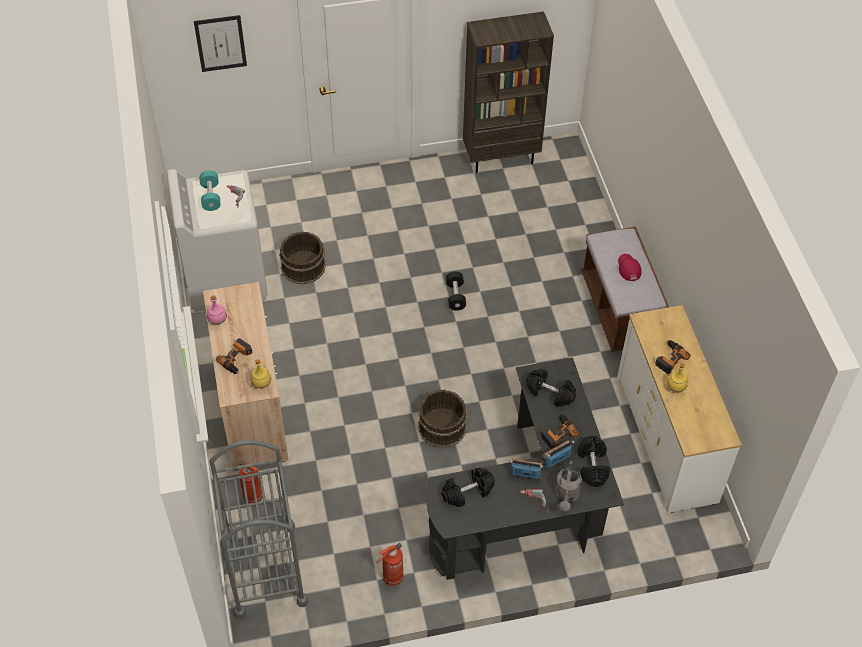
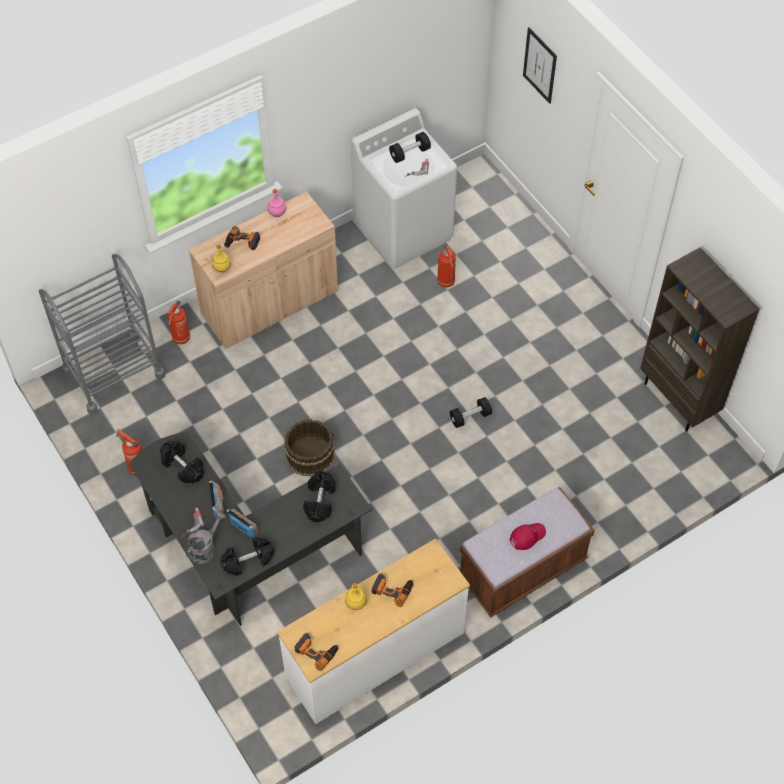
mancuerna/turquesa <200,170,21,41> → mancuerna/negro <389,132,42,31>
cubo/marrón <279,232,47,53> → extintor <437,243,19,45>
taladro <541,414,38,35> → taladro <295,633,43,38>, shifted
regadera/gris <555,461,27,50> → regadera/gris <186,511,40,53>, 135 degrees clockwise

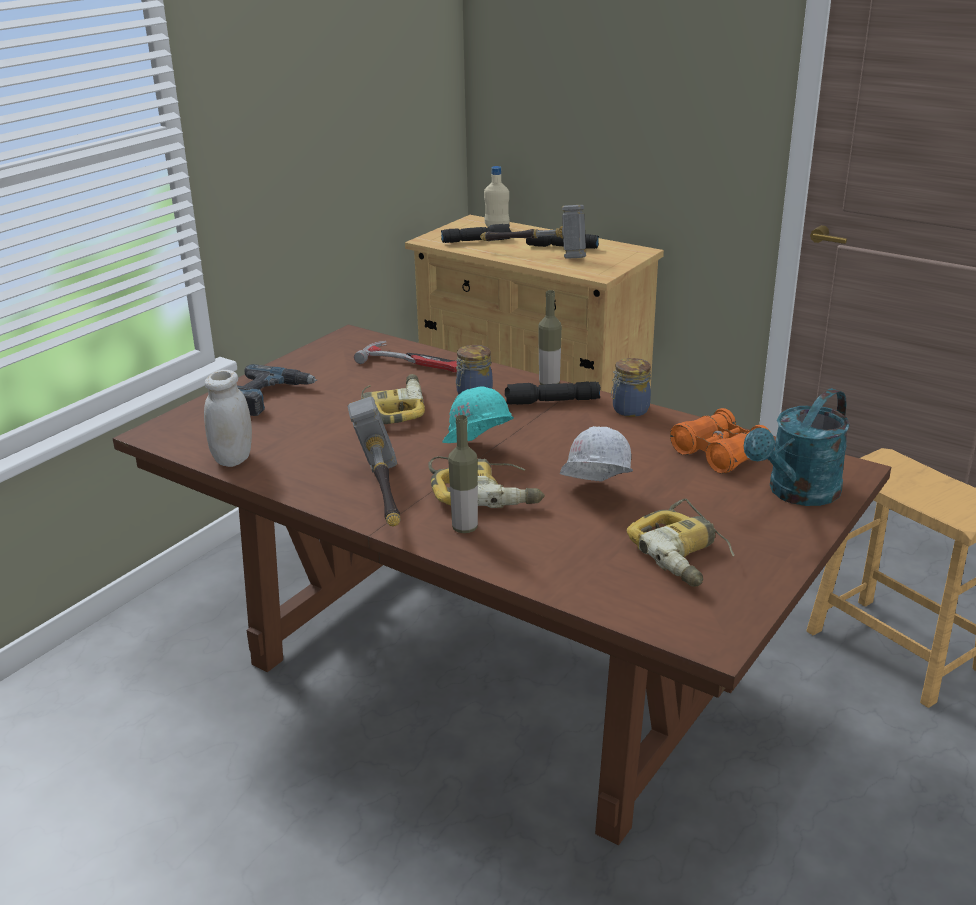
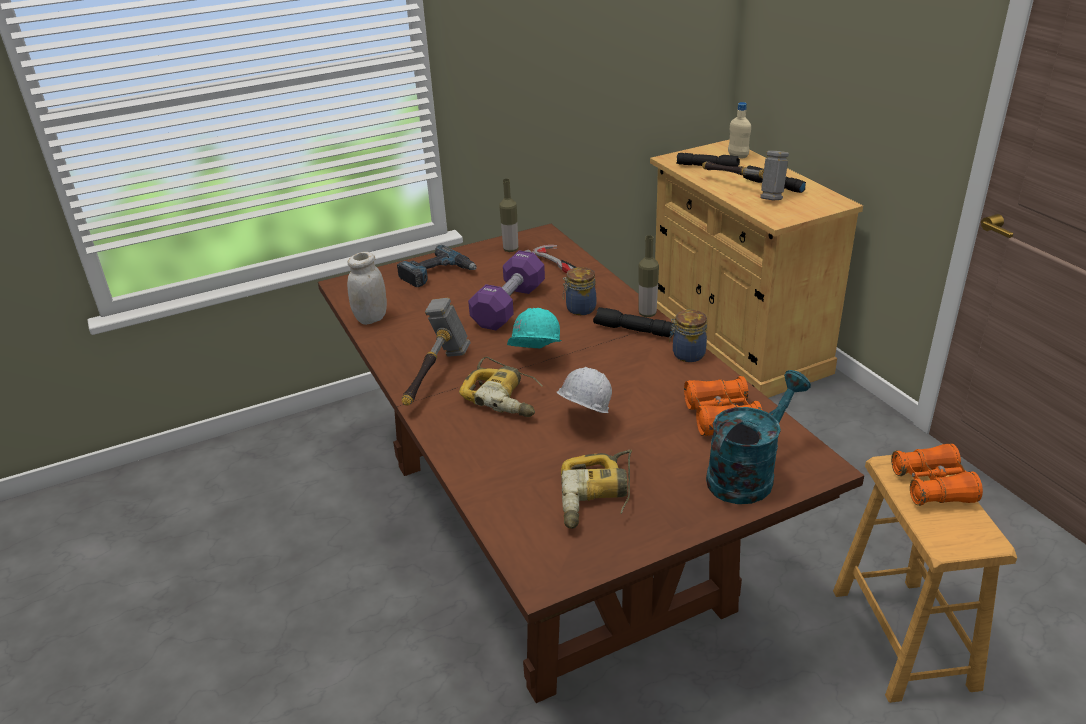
taladro <361,374,64,50> → mancuerna/morado <468,250,77,80>
regadera/turquesa <744,388,106,118> → regadera/turquesa <706,370,105,134>, 150 degrees clockwise
botella <448,415,30,118> → botella <499,179,19,73>, shifted
- → prismáticos/naranja <891,444,92,62>

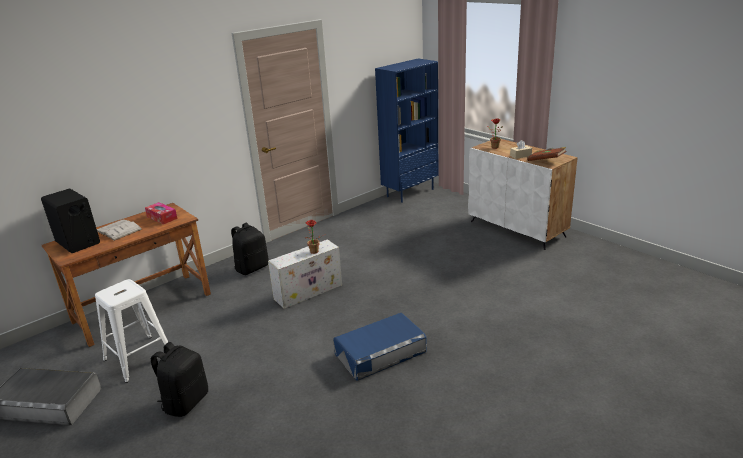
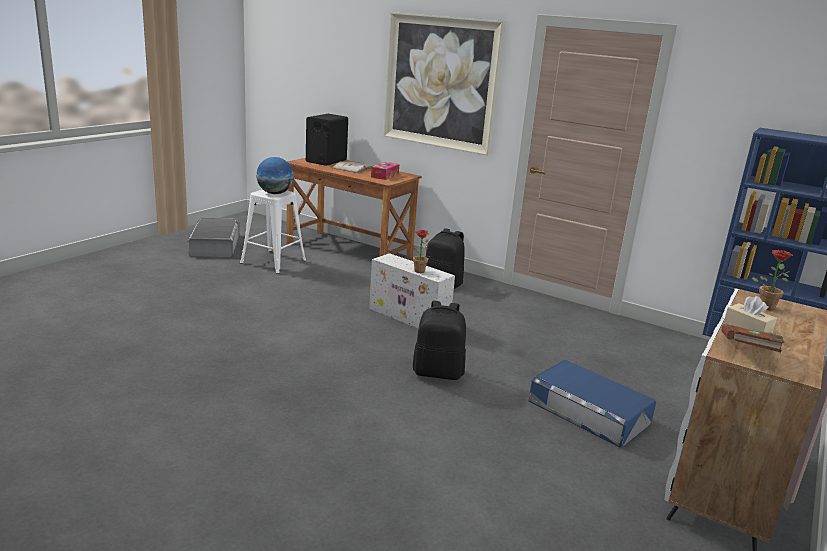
caja de almacenaje/azul <333,313,94,68> → caja de almacenaje/azul <529,360,127,88>, shifted
mochila/negro <151,342,57,75> → mochila/negro <413,301,53,79>, shifted
- → cuadro <383,12,122,144>
- → globo terráqueo <256,157,38,37>

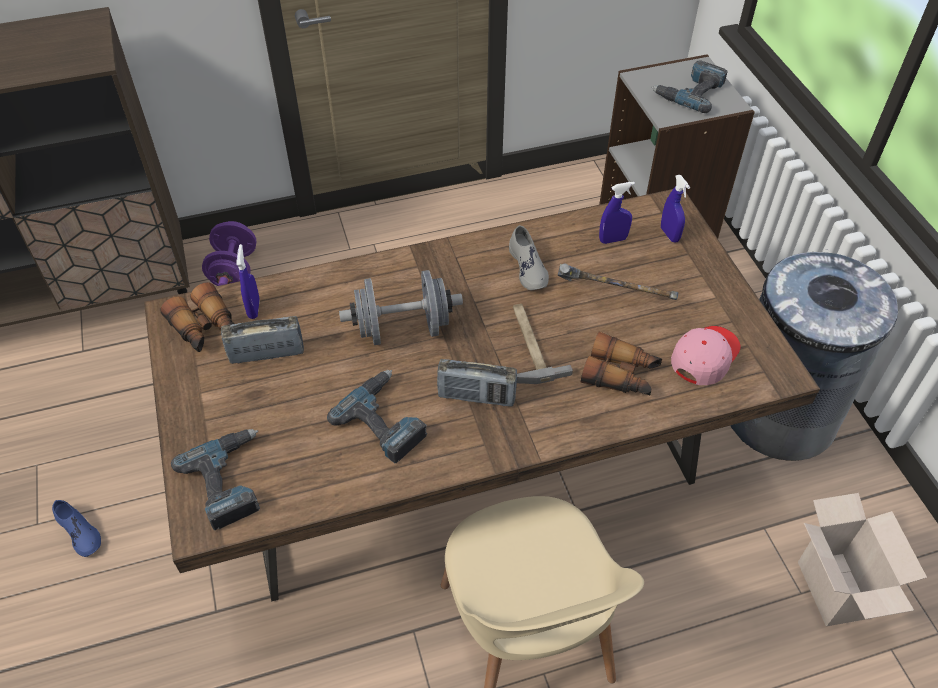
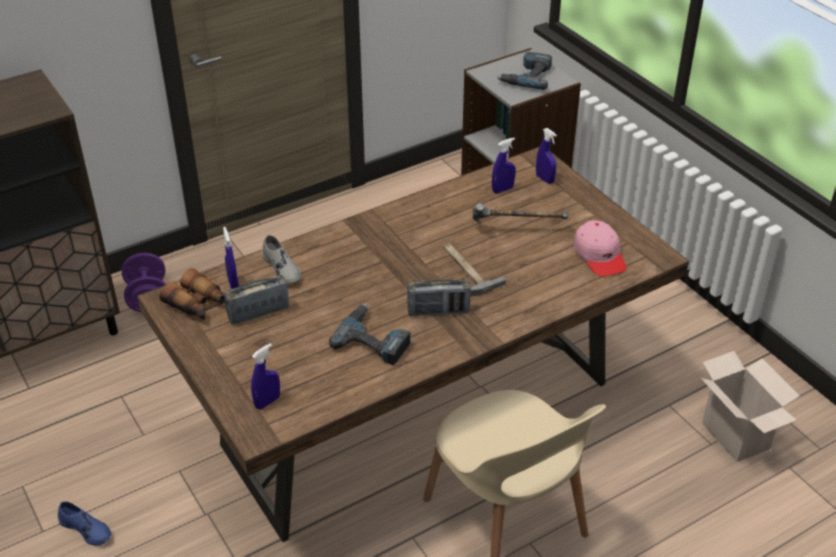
zapato/gris <509,225,40,65> → zapato/gris <262,235,39,50>, shifted
papelera/gris <730,249,168,212> → -
mancuerna/gris <339,270,124,75> → -
gorra/rosa <671,326,70,59> → gorra/rosa <574,220,53,56>, 135 degrees clockwise
prismáticos <581,331,81,64> → -
taladro <171,429,89,101> → pulverizador/azul <251,343,29,66>

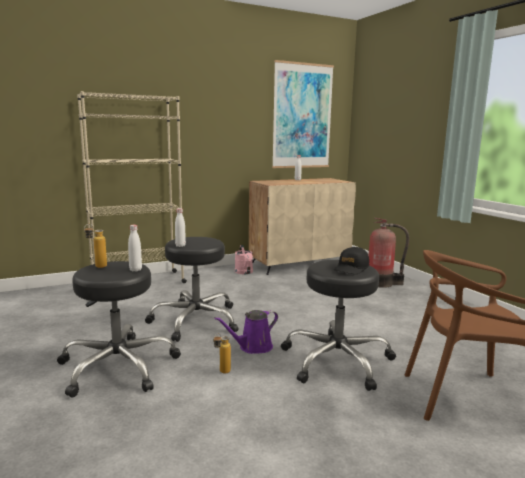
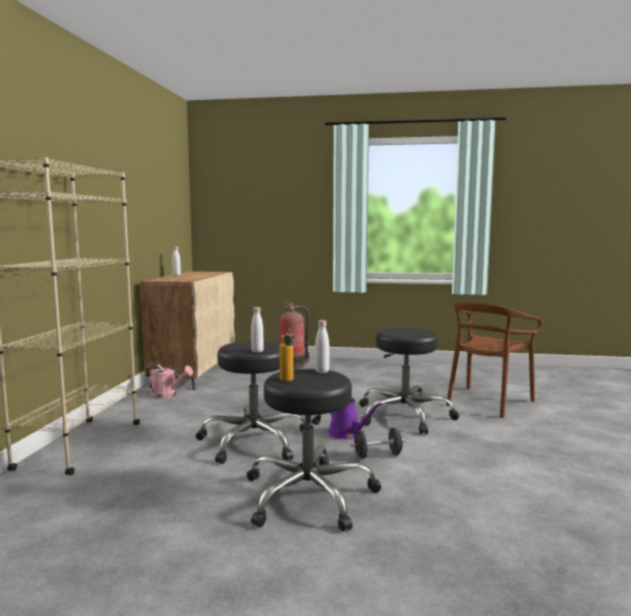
cuadro <272,60,62,108> → -
gorra/negro <334,247,35,27> → -
regadera/morado <214,310,64,44> → regadera/morado <328,398,54,42>, 45 degrees counterclockwise
botella <213,333,18,41> → mancuerna/negro <350,428,55,31>

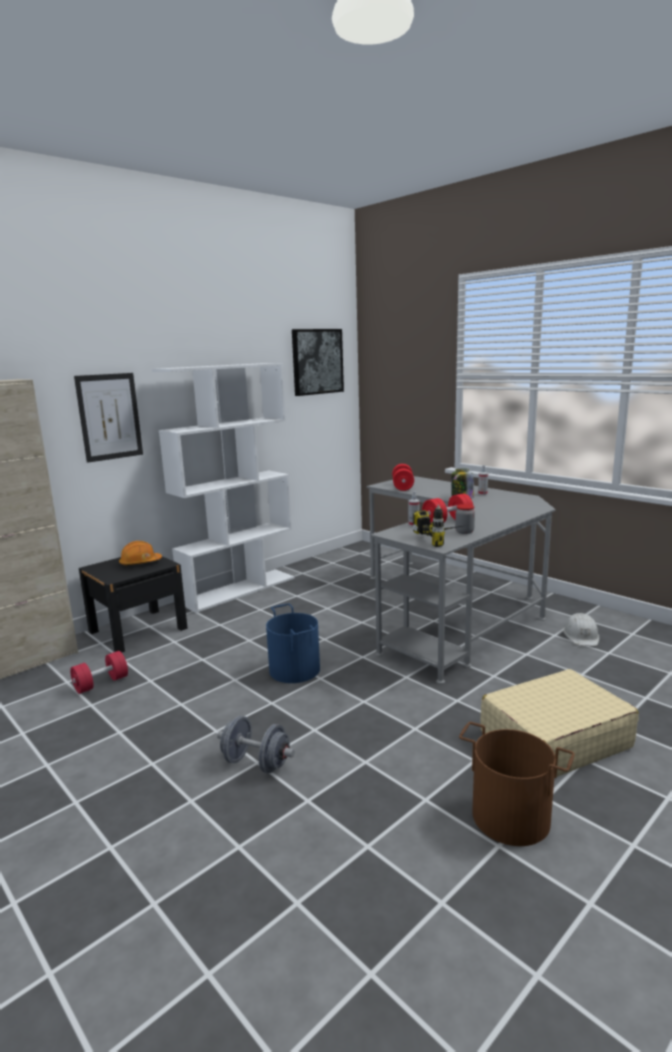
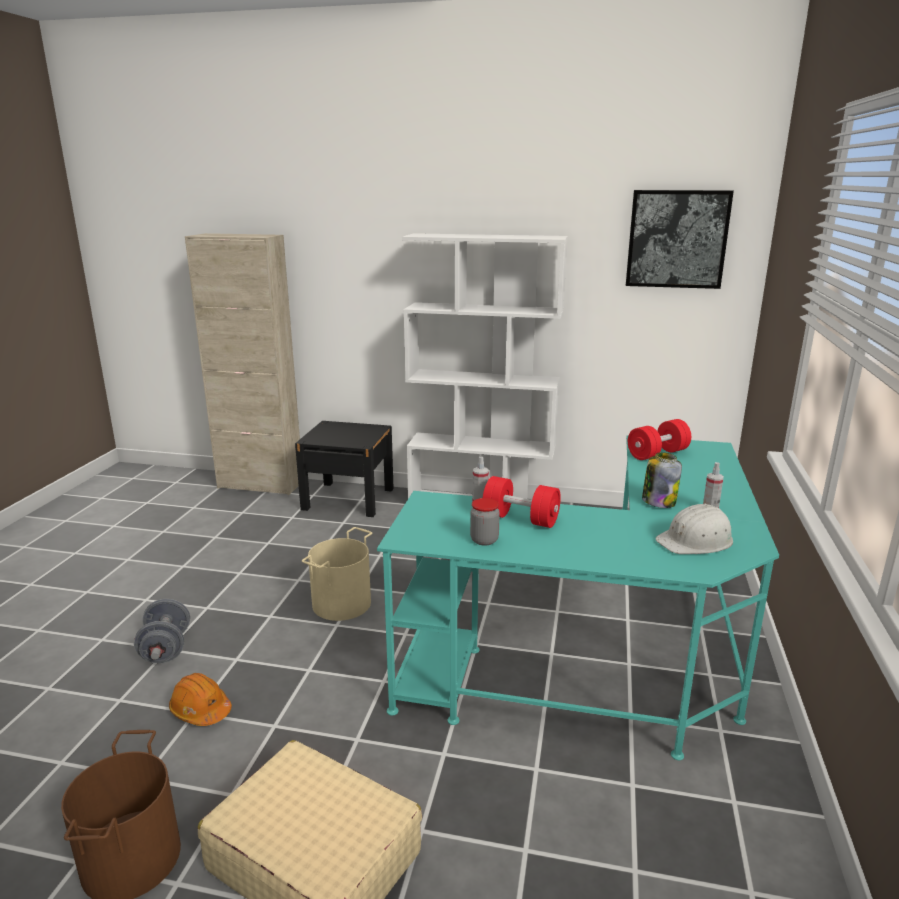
cuadro <74,373,69,90> → -
escritorio/gris <366,476,189,208> → escritorio/turquesa <377,436,402,324>
taladro <413,504,49,43> → -
casco/naranja <119,541,43,26> → casco/naranja <169,673,63,53>, shifted
cubo/azul <266,603,54,80> → cubo/beis <302,527,70,94>
casco/blanco <563,613,36,33> → casco/blanco <655,504,78,50>, shifted
mancuerna/rojo <70,651,58,43> → -

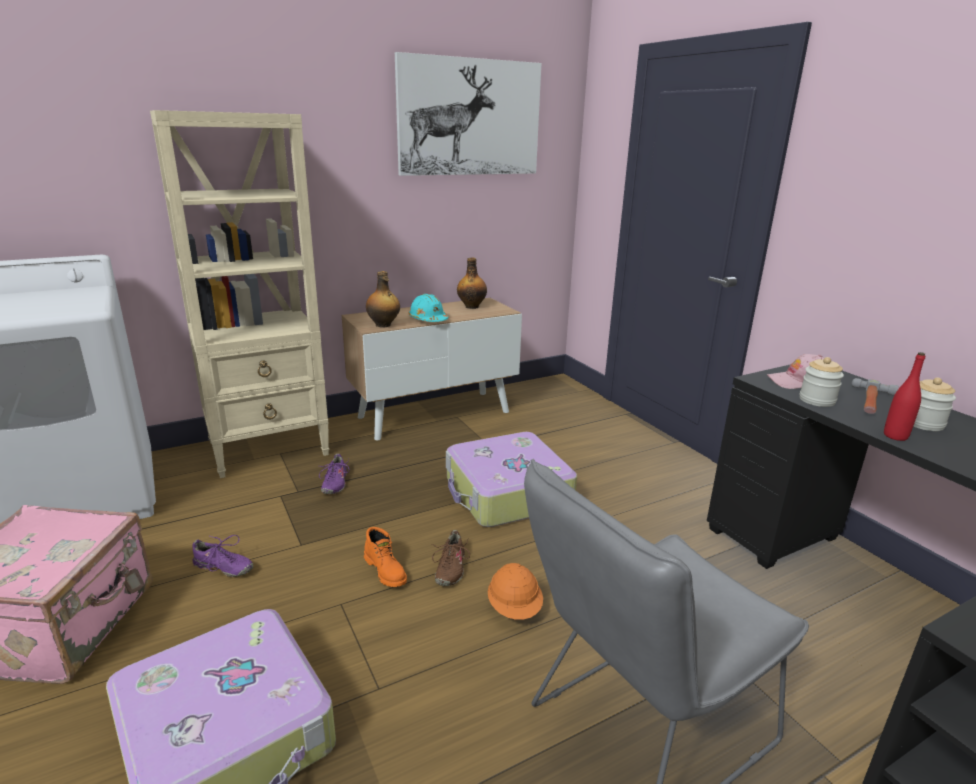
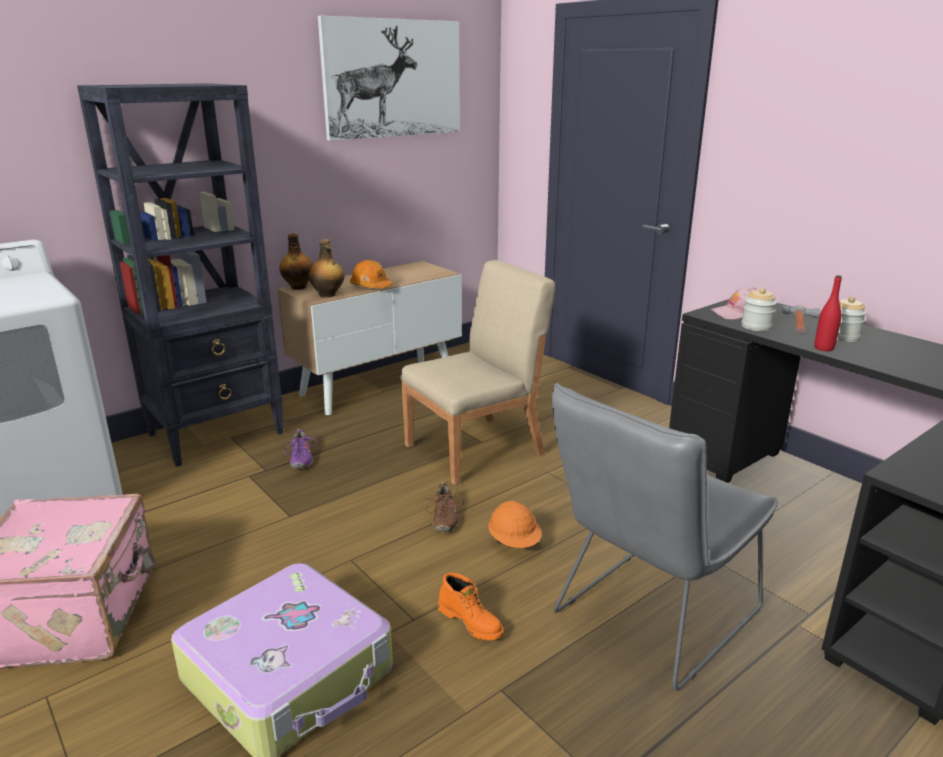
estantería/beis <150,110,179,368> → estantería/negro <77,83,207,384>
botella <457,258,30,51> → botella <280,233,33,57>, shifted
casco/turquesa <409,294,39,28> → casco/naranja <350,260,42,28>
maleta <446,432,131,95> → silla/beis <401,260,154,225>
bota/naranja <364,527,43,60> → bota/naranja <438,573,66,67>, shifted
zapato/morado <193,535,60,42> → -

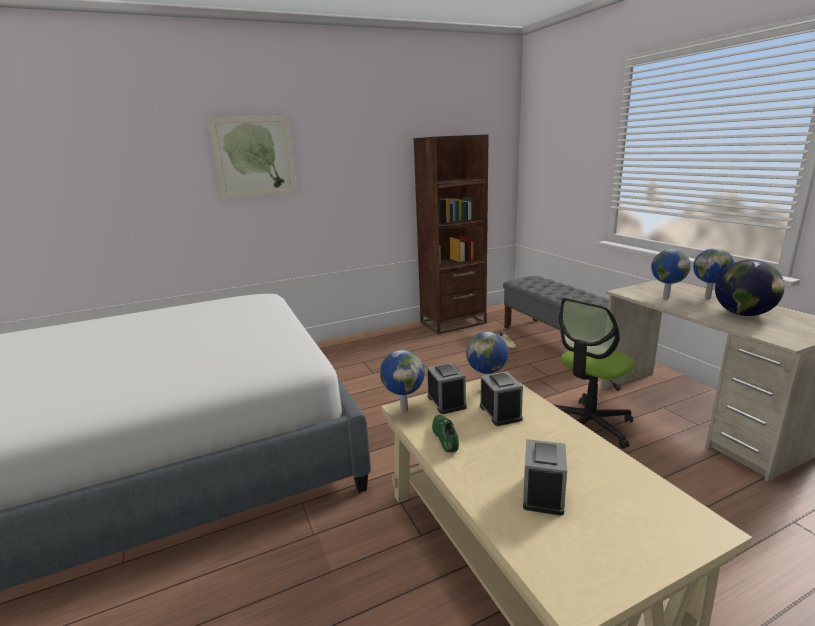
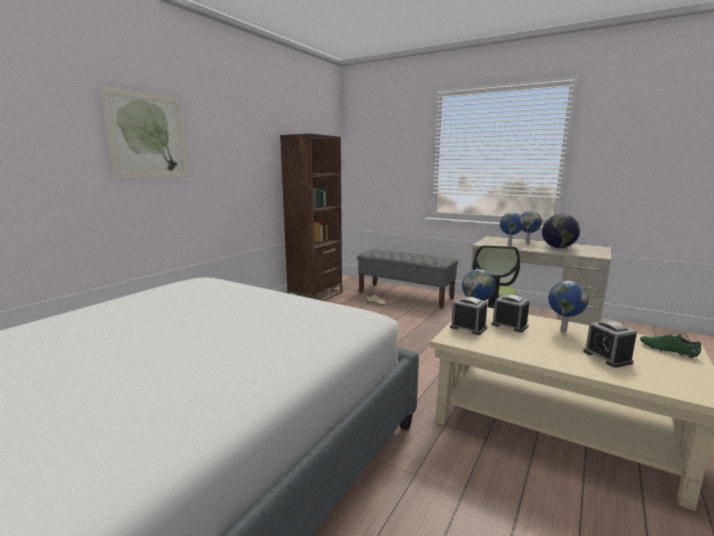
globo terráqueo <380,350,45,62> → globo terráqueo <548,281,41,51>, shifted
zapato/verde <432,415,27,37> → zapato/verde <640,334,61,24>, shifted

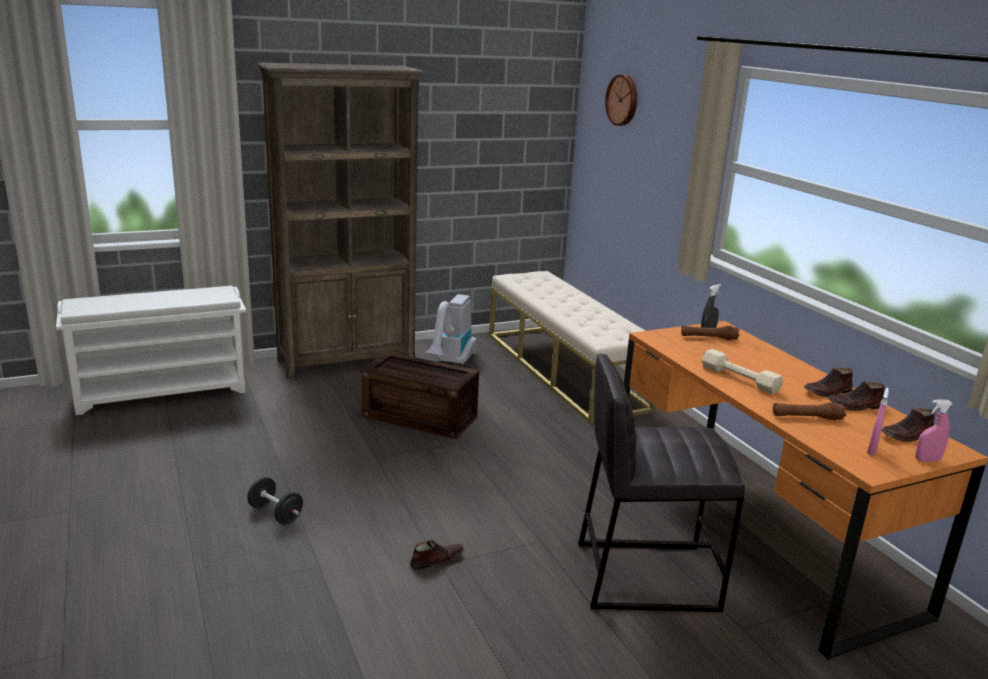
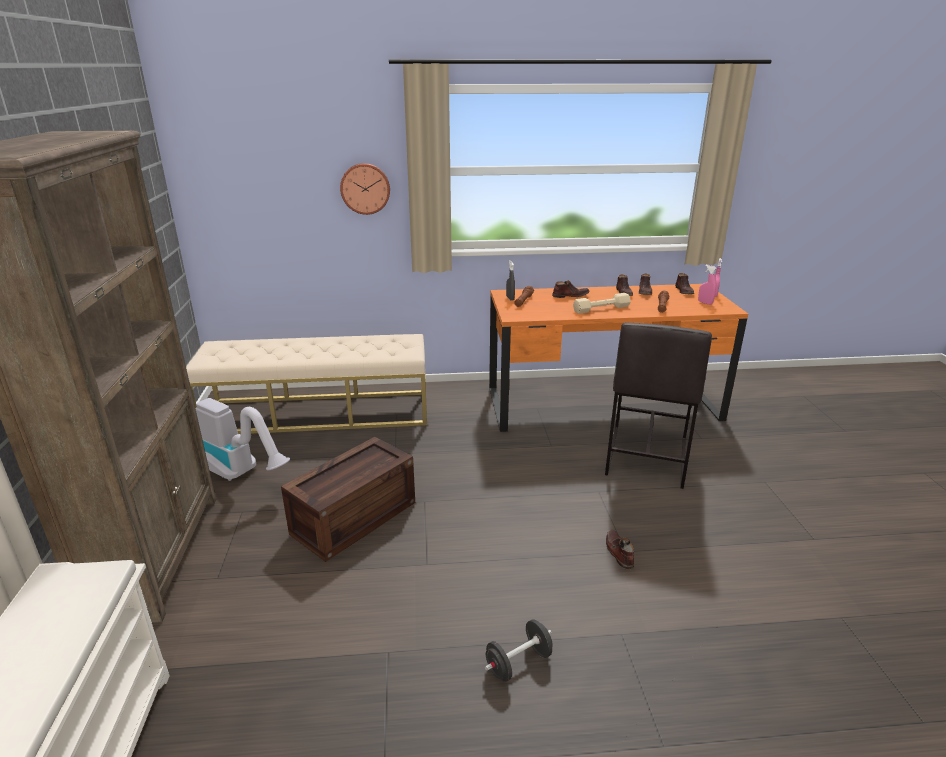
reloj de pared <605,74,32,52> → reloj de pared <340,163,50,52>, shifted
- → zapato/marrón <552,281,38,17>

